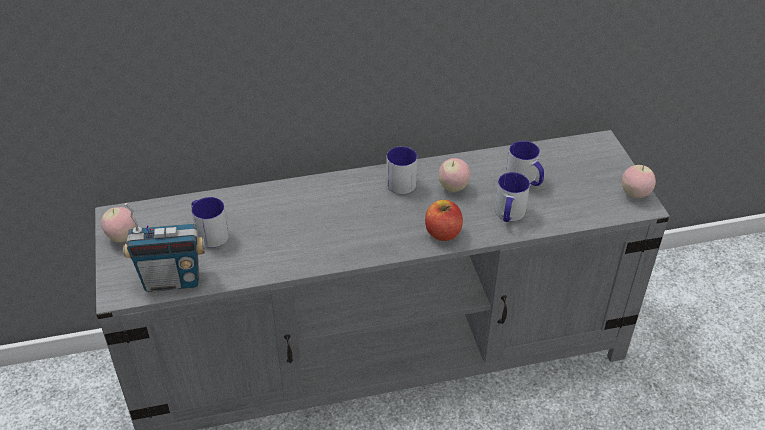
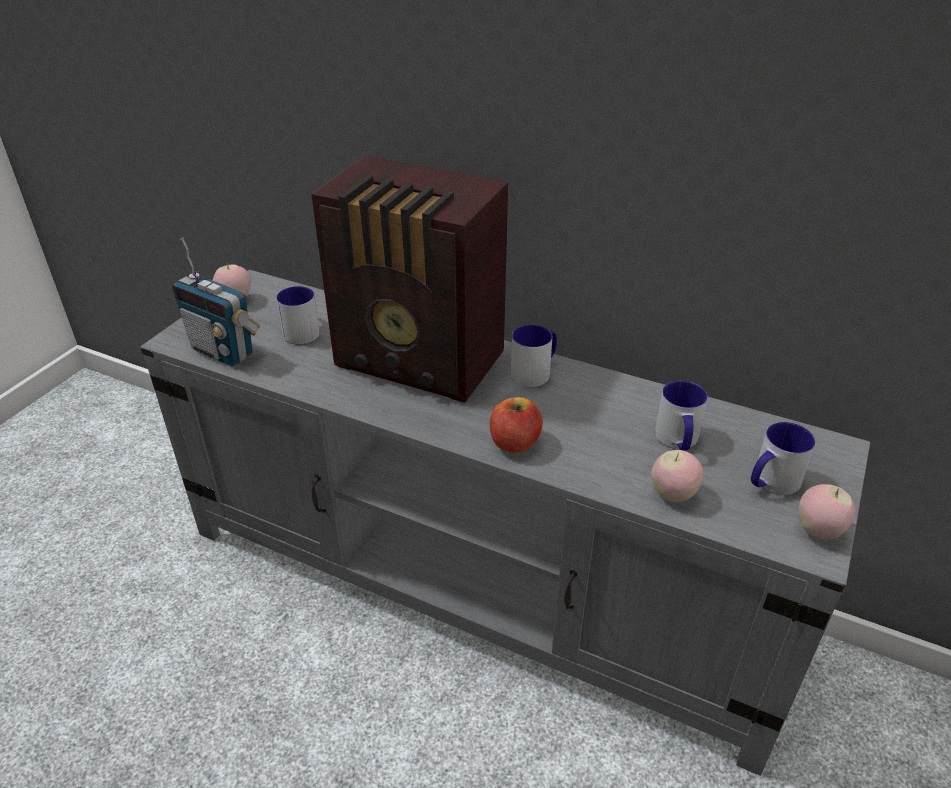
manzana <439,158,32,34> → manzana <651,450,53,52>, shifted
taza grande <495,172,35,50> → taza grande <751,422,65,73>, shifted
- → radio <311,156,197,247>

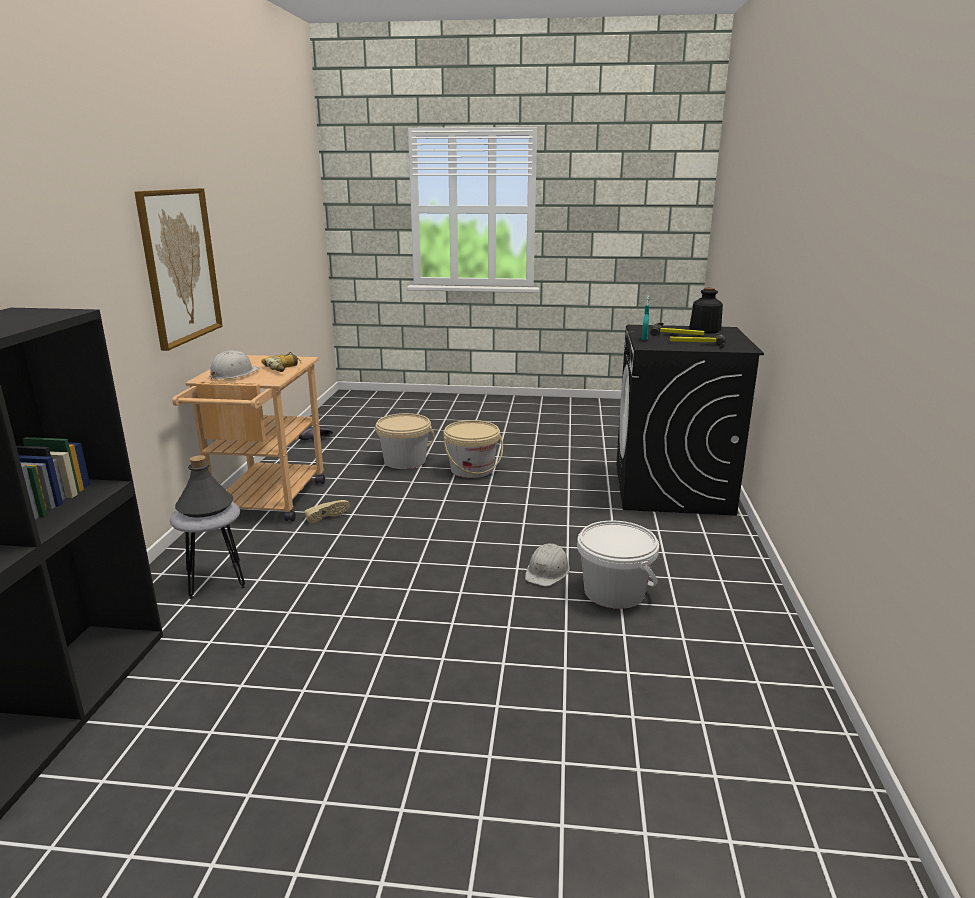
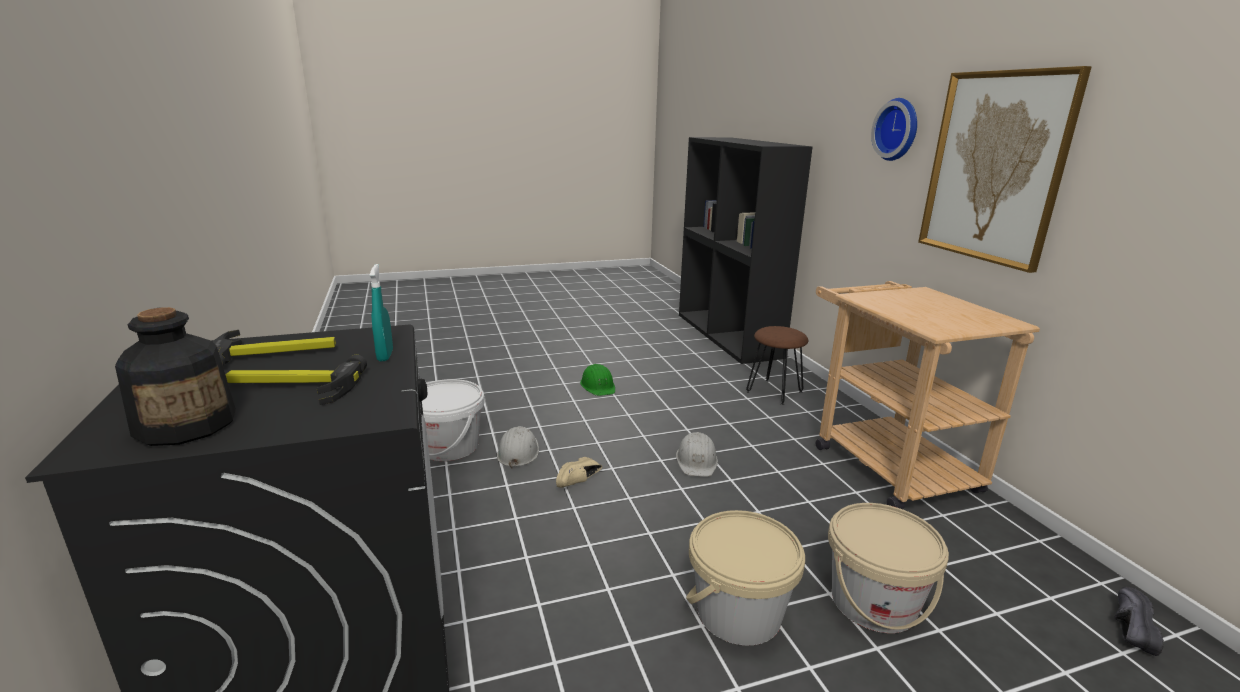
casco/blanco <209,350,51,30> → casco/blanco <676,432,42,45>, shifted
taladro <261,352,40,20> → -
botella/gris <175,455,59,63> → -
zapato/beis <304,500,46,23> → zapato/beis <556,457,46,31>, shifted
taburete/gris <170,502,75,97> → taburete/marrón <746,326,62,79>
- → reloj de pared <871,98,46,63>
- → casco/verde <580,364,35,32>

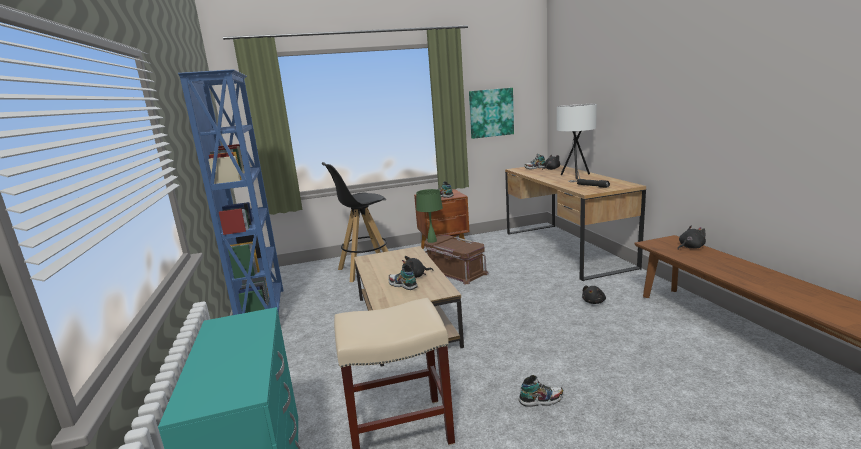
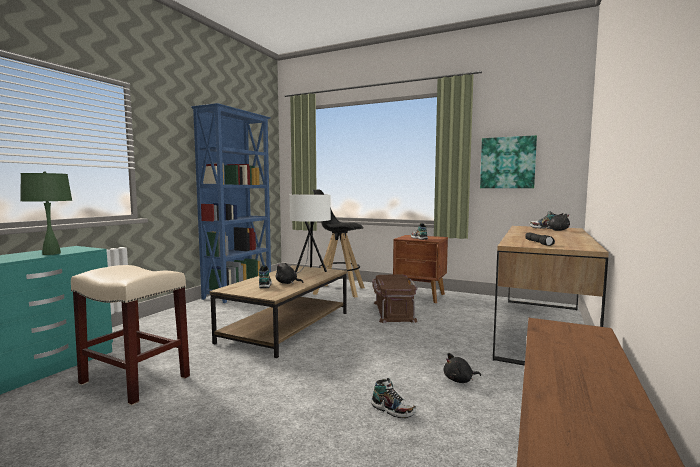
lámpara de mesa/blanco <557,104,40,78> → lámpara de mesa/blanco <289,194,42,80>, shifted
lámpara de mesa/verde <416,189,27,54> → lámpara de mesa/verde <20,171,52,84>, shifted
peluche/negro <677,225,29,24> → -
zapato <519,375,45,32> → zapato <371,378,45,40>, shifted

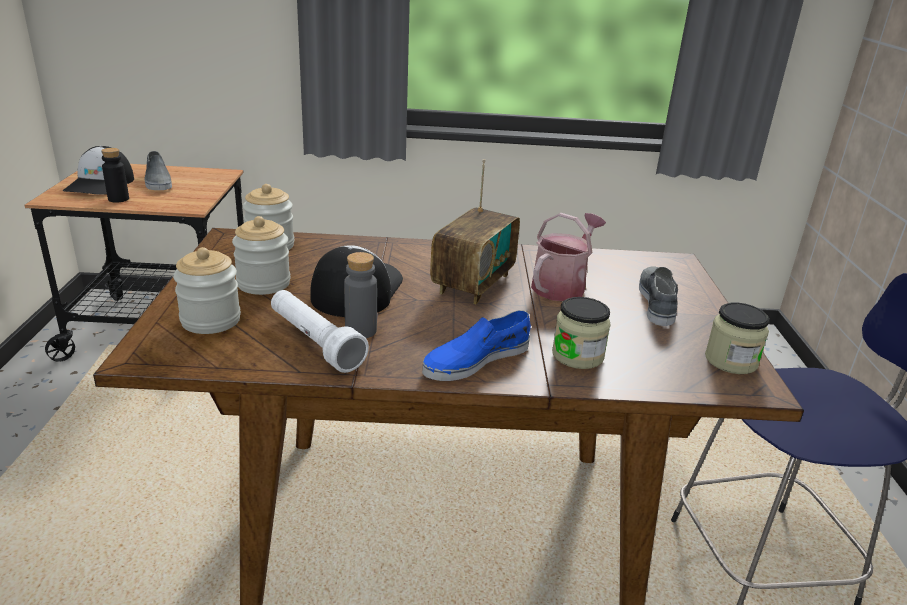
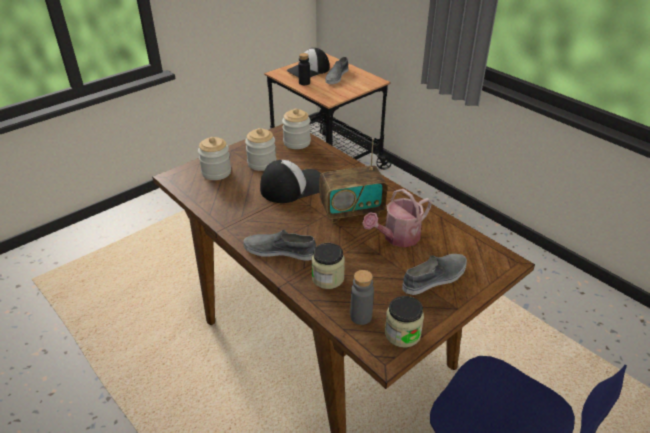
regadera <531,213,75,88> → regadera <362,189,70,58>, 150 degrees clockwise
botella/gris <344,252,33,86> → botella/gris <350,270,24,55>, shifted
linterna/blanco <271,290,98,83> → -
zapato/azul <422,310,109,71> → zapato/gris <243,230,73,30>

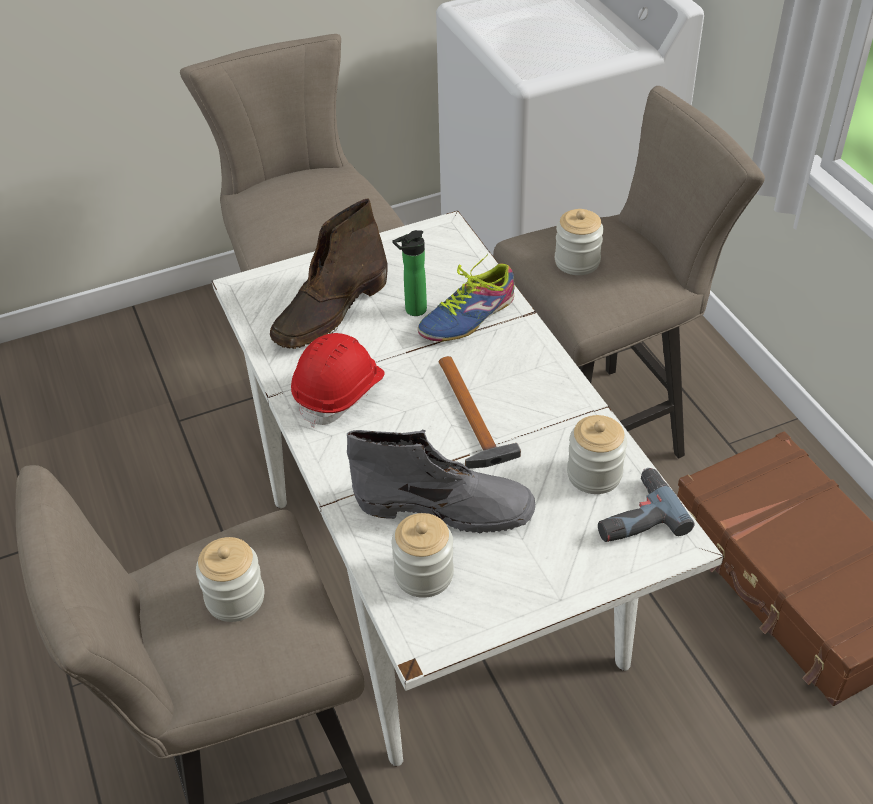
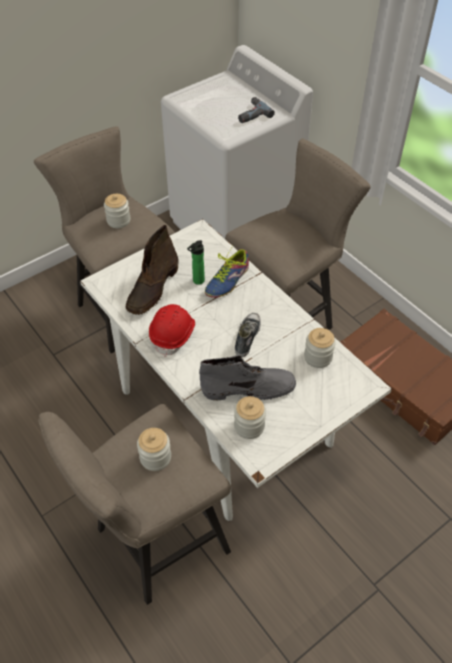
tarro <555,209,49,66> → tarro <104,194,27,34>, shifted
martillo <439,356,82,113> → zapato <235,313,26,44>
taladro <598,468,96,74> → taladro <238,97,37,26>, shifted

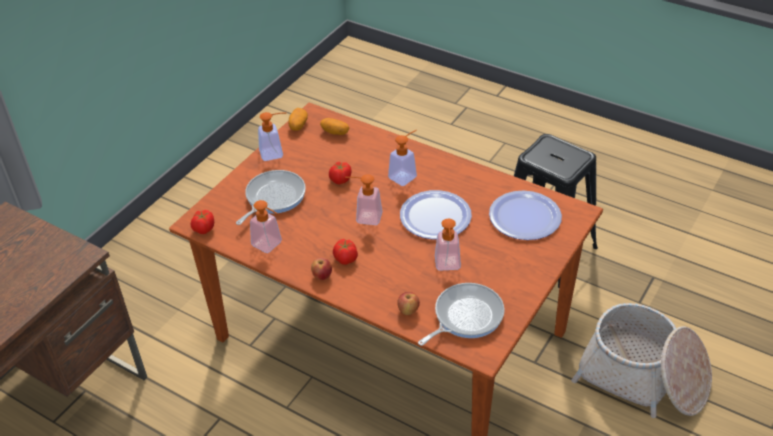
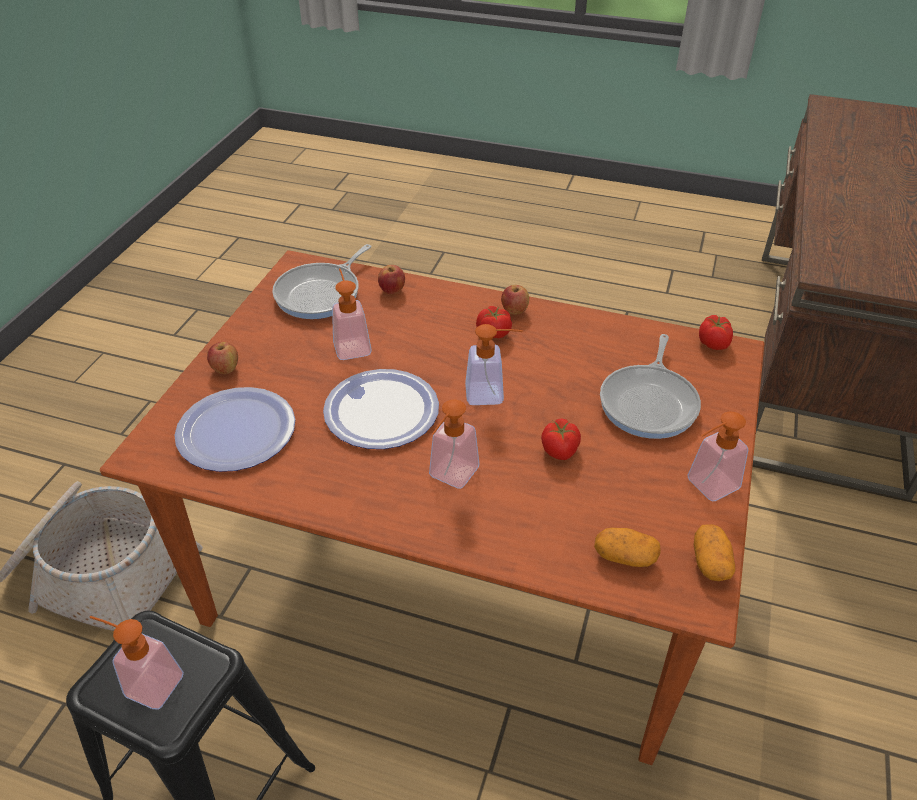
dispensador de jabón <250,200,32,53> → dispensador de jabón <90,616,94,94>, shifted
- → manzana <207,342,31,32>

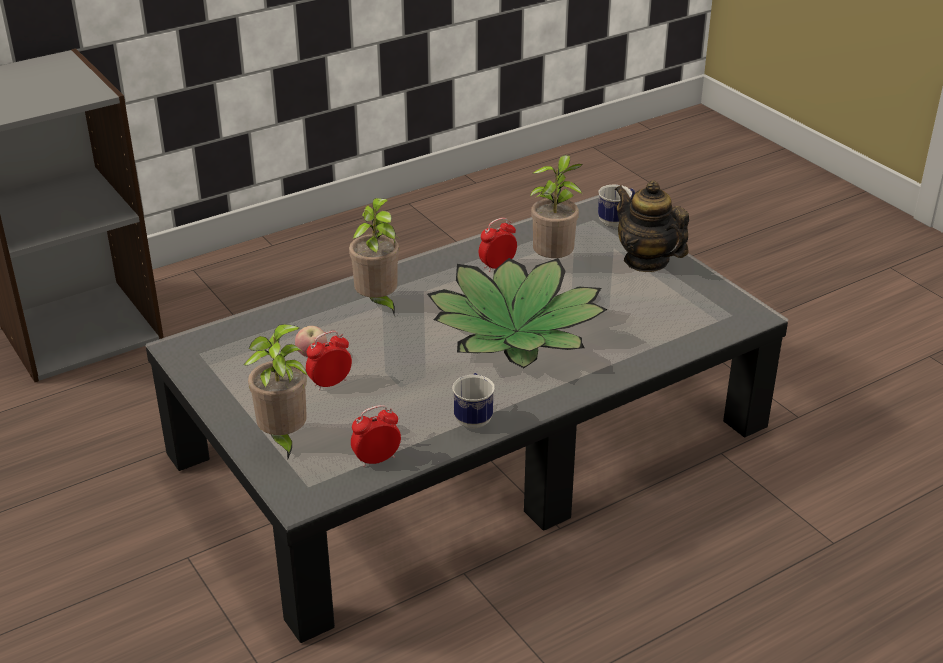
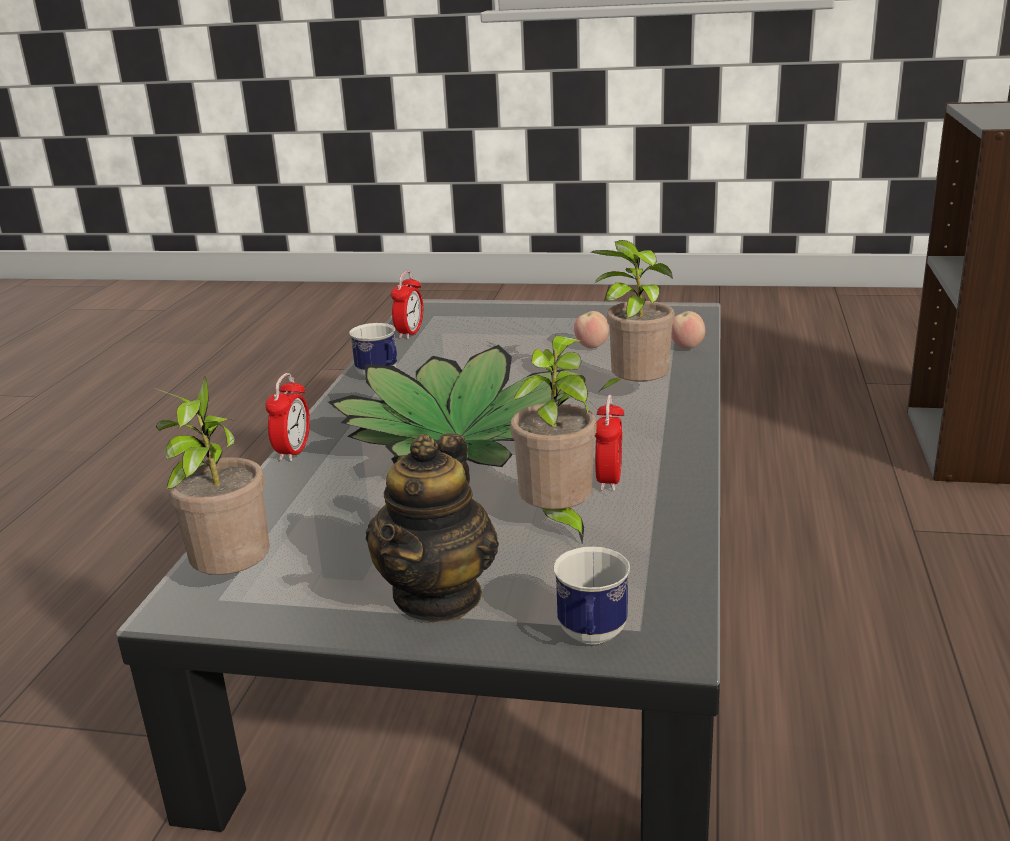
tetera <615,180,74,92> → tetera <366,433,133,189>, 105 degrees clockwise
planta en maceta <243,324,64,134> → planta en maceta <155,376,115,199>, shifted
despertador <306,331,46,60> → despertador <266,373,44,89>, shifted
- → manzana <671,311,34,38>

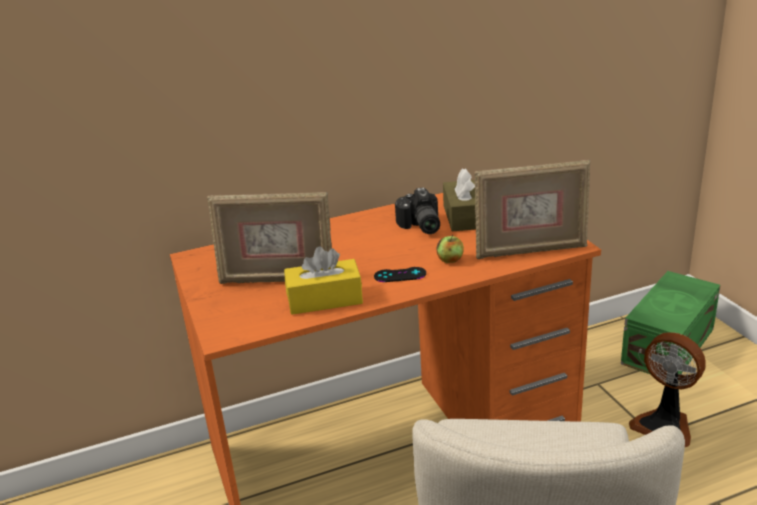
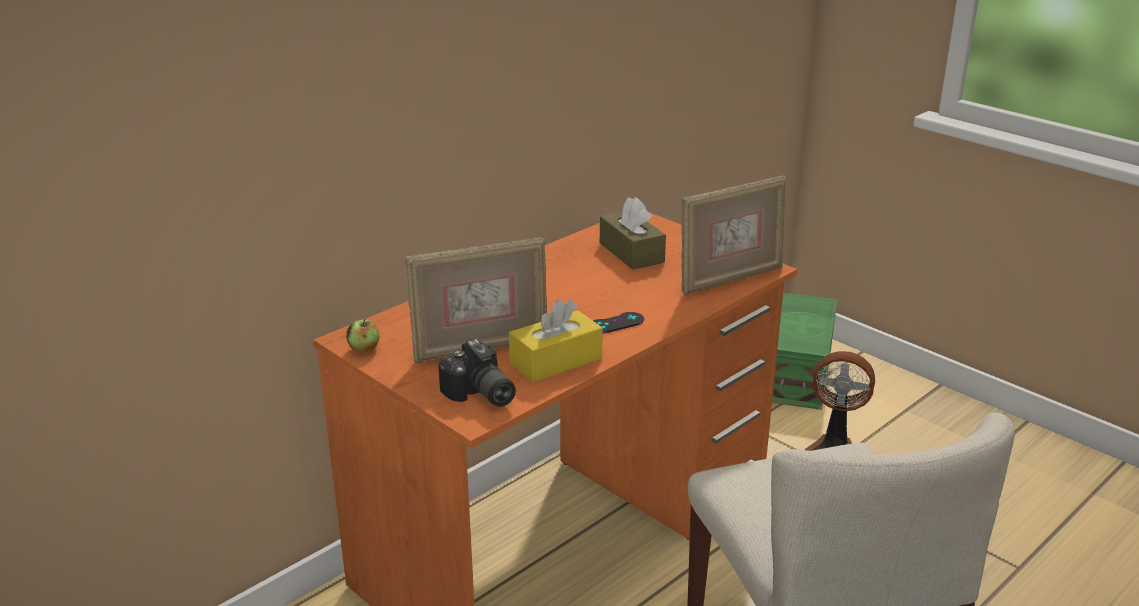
cámara <395,187,45,47> → cámara <438,339,78,68>, shifted
manzana <436,235,28,28> → manzana <346,318,33,35>, shifted

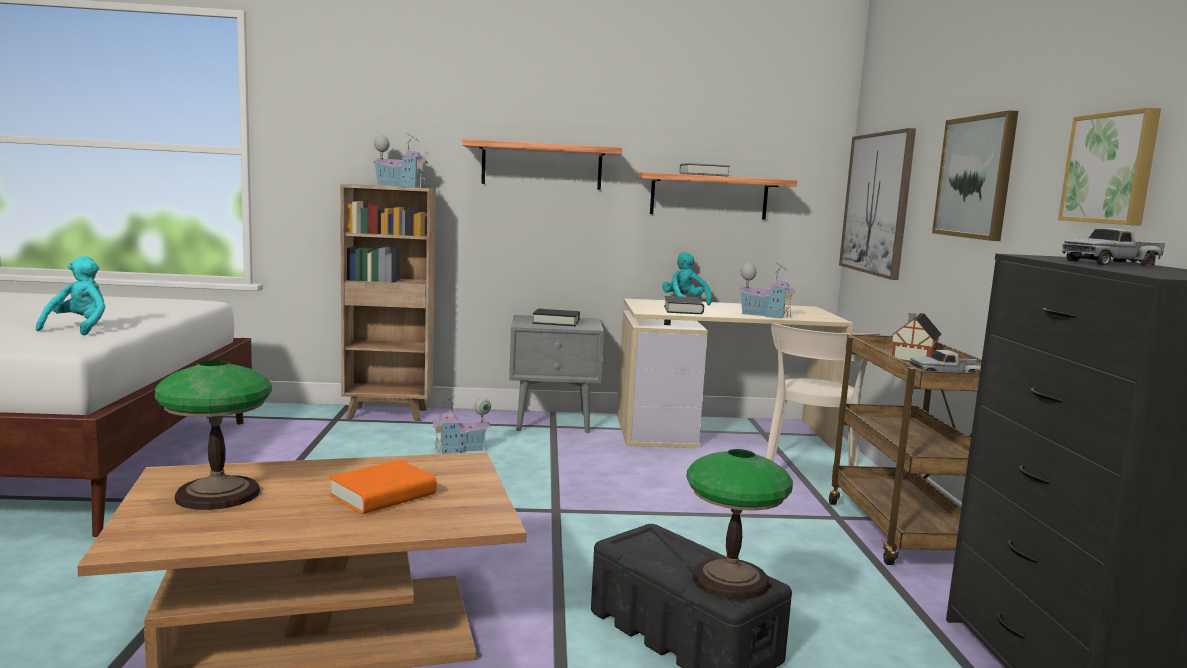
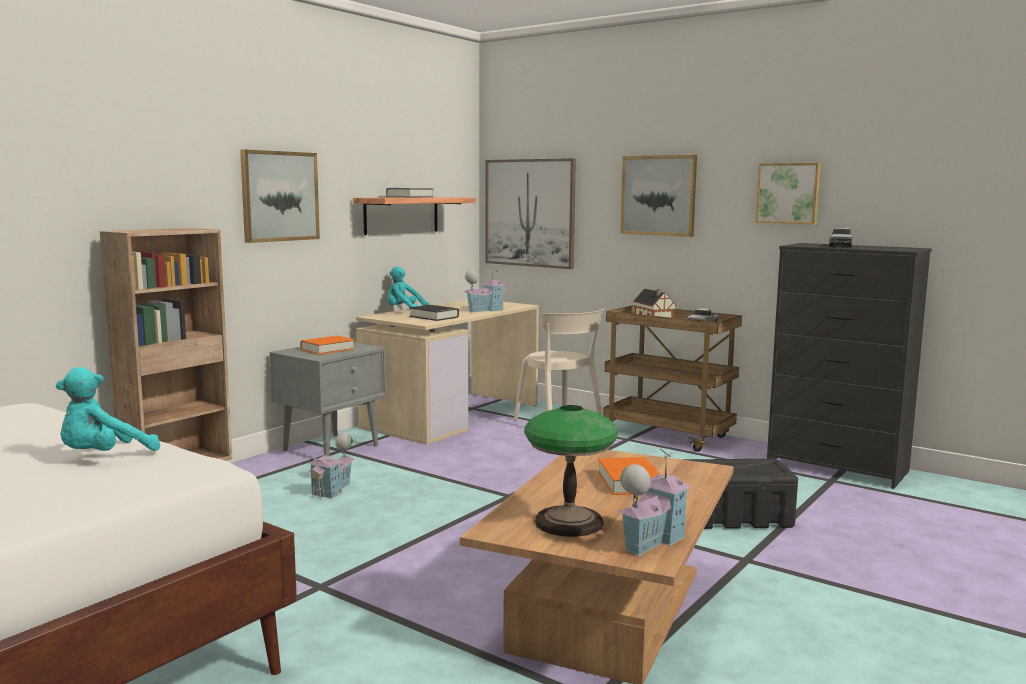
casita <372,133,56,55> → casita <616,449,74,107>, shifted
estante <462,139,160,51> → cuadro <240,149,80,94>
peluche/turquesa <36,256,70,79> → peluche/turquesa <56,367,104,84>, 90 degrees counterclockwise
libro/negro <532,309,48,17> → libro/naranja <300,335,55,20>
lámpara de mesa <686,449,107,151> → -

